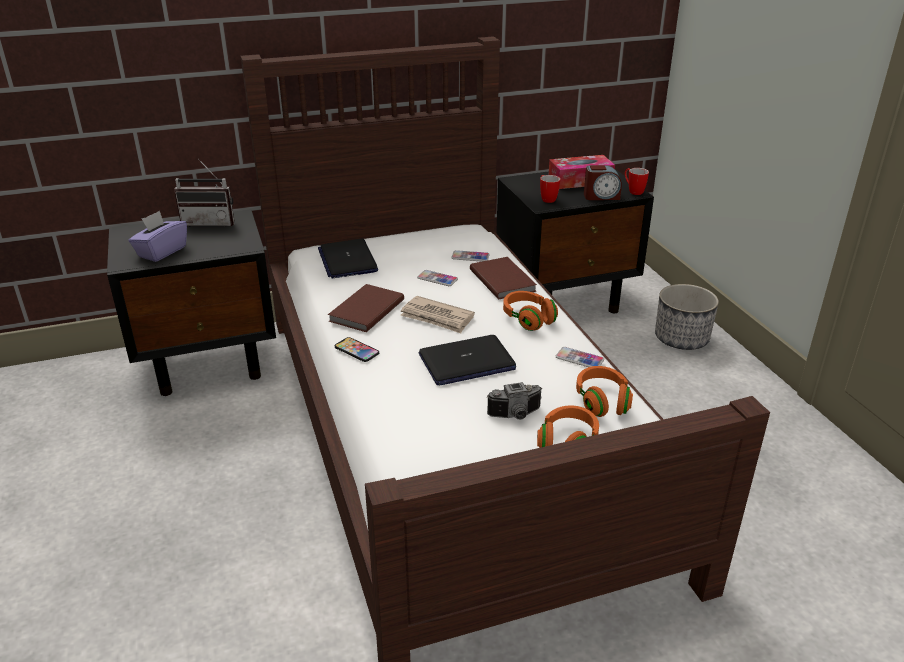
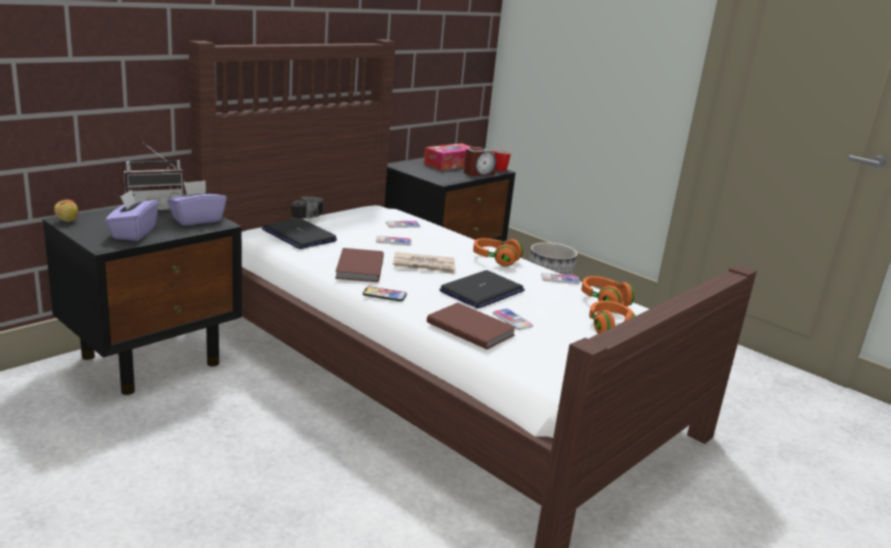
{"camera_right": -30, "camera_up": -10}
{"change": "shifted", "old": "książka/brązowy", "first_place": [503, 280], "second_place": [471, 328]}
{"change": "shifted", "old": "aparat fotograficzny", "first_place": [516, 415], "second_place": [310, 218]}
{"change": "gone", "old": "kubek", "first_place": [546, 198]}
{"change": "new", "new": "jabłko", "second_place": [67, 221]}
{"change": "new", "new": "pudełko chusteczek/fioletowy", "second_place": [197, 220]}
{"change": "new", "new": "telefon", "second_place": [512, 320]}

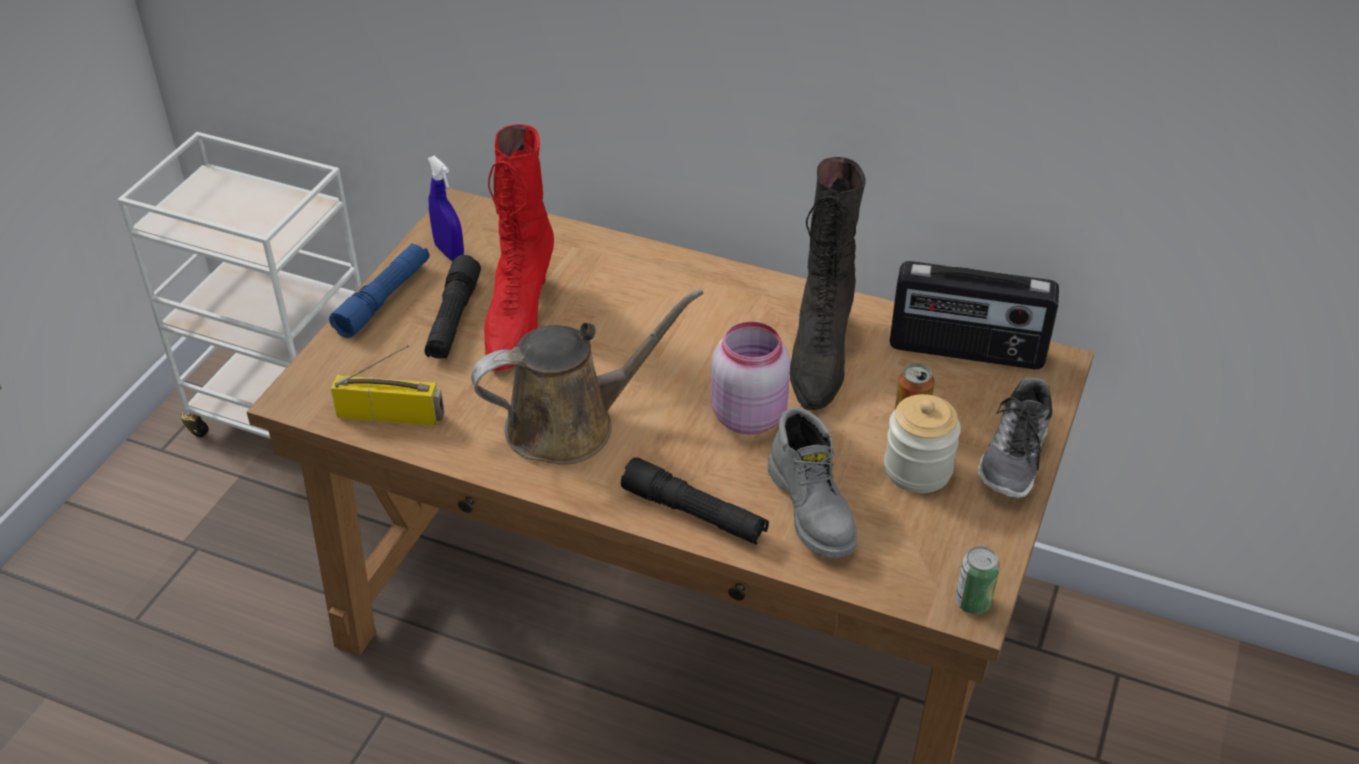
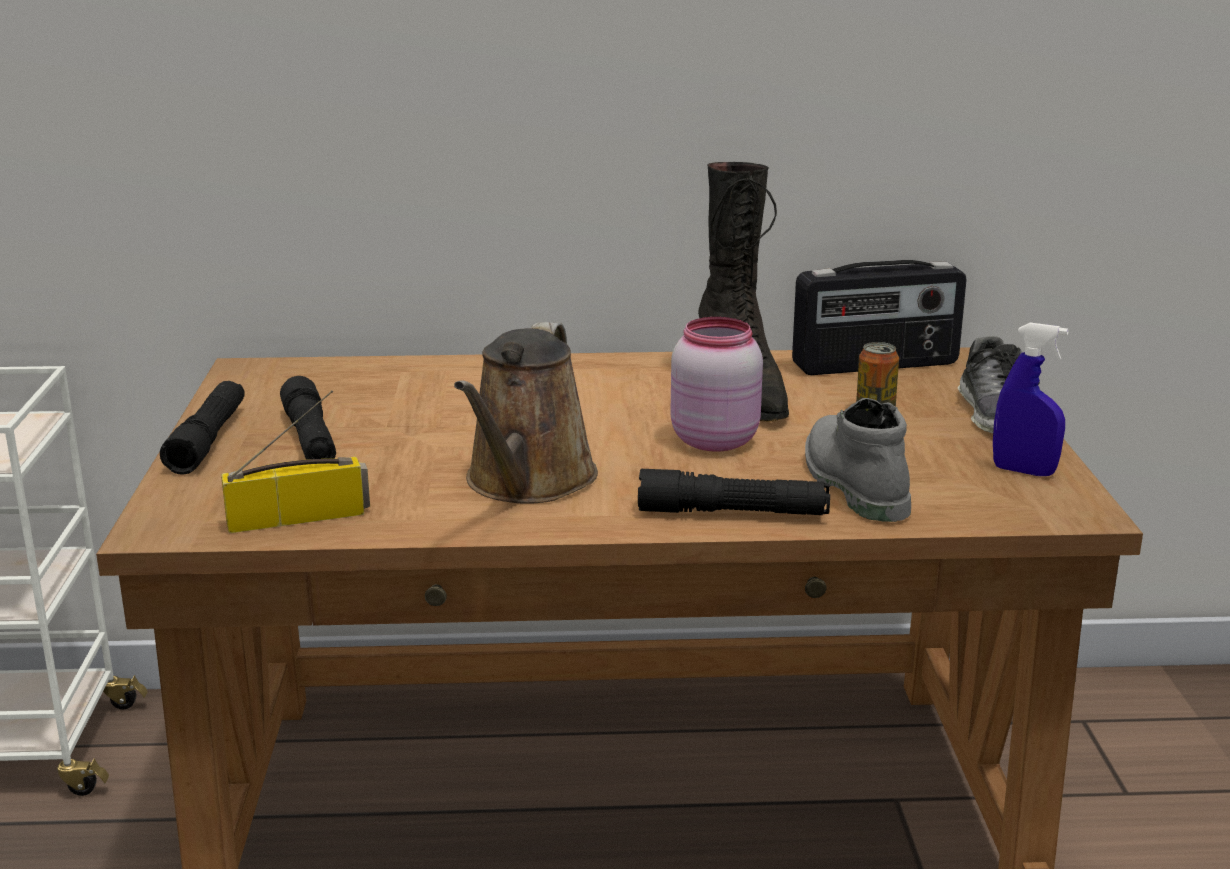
{"camera_right": -25, "camera_up": -20}
{"change": "repainted", "old": "latarka/niebieski", "new": "latarka/czarny", "first_place": [384, 299], "second_place": [208, 440]}
{"change": "shifted", "old": "spryskiwacz/niebieski", "first_place": [449, 252], "second_place": [1023, 471]}
{"change": "rotated", "old": "konewka/brązowy", "first_place": [571, 424], "second_place": [527, 482], "degrees": 150}
{"change": "gone", "old": "but z cholewką/czerwony", "first_place": [518, 320]}
{"change": "rotated", "old": "but z cholewką/szary", "first_place": [813, 508], "second_place": [852, 484], "degrees": -150}
{"change": "gone", "old": "słoik", "first_place": [917, 469]}
{"change": "gone", "old": "puszka", "first_place": [972, 602]}

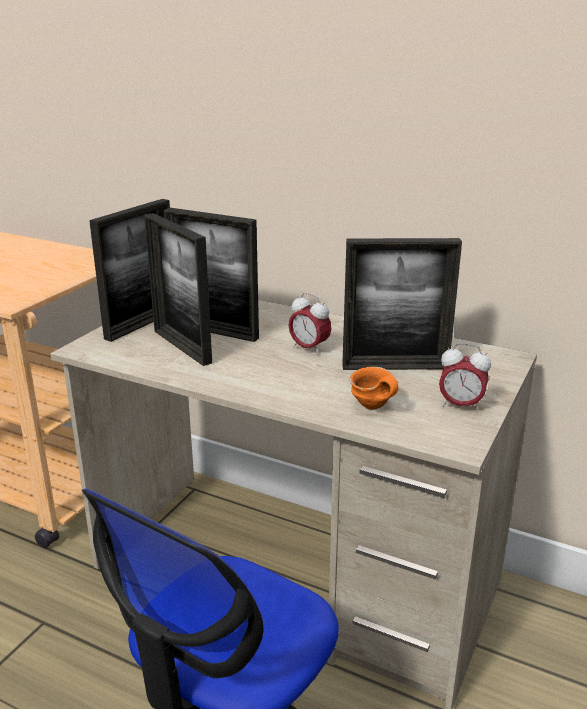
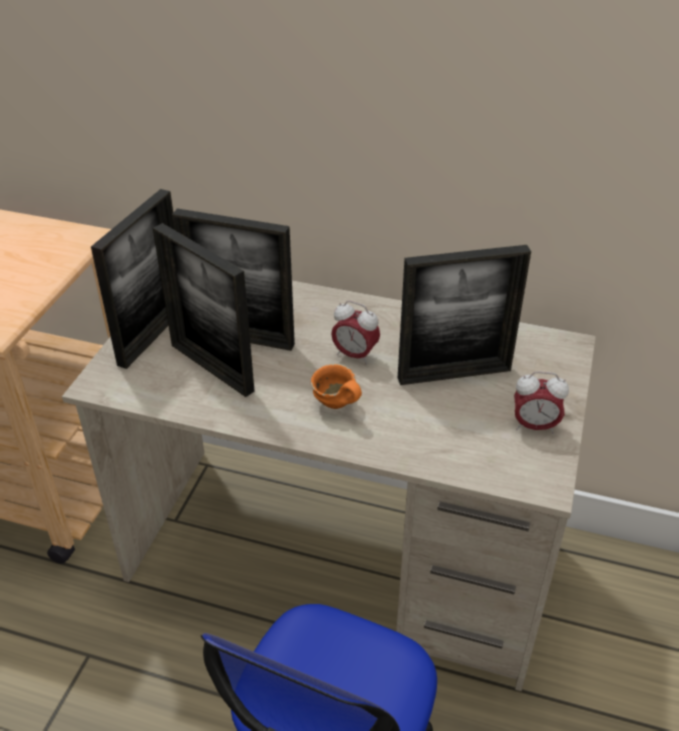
{"camera_right": -10, "camera_up": 15}
{"change": "shifted", "old": "kubek/pomarańczowy", "first_place": [371, 408], "second_place": [335, 407]}

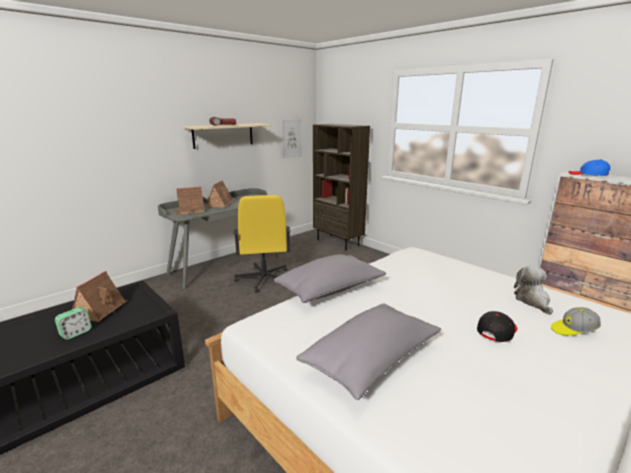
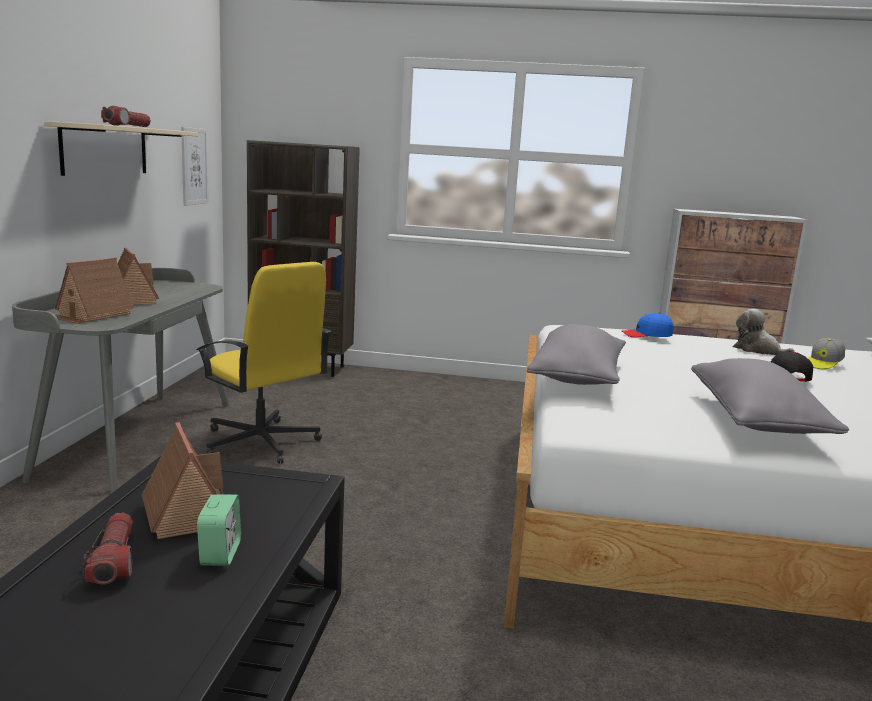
{"camera_right": -40, "camera_up": -5}
{"change": "shifted", "old": "czapka z daszkiem/niebieski", "first_place": [588, 174], "second_place": [647, 335]}
{"change": "new", "new": "latarka", "second_place": [113, 560]}

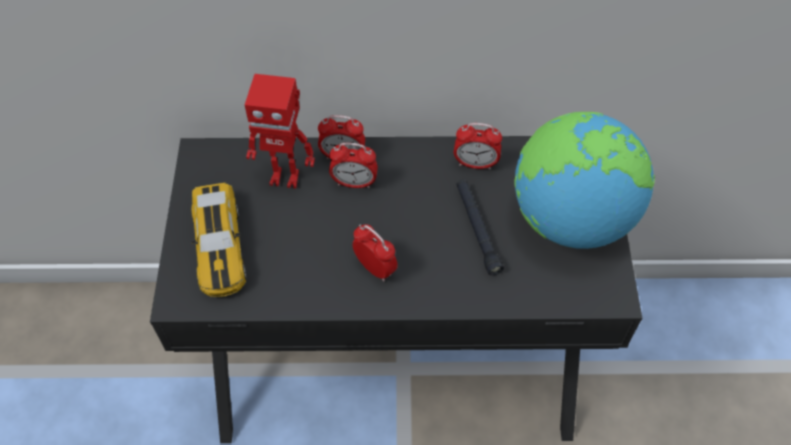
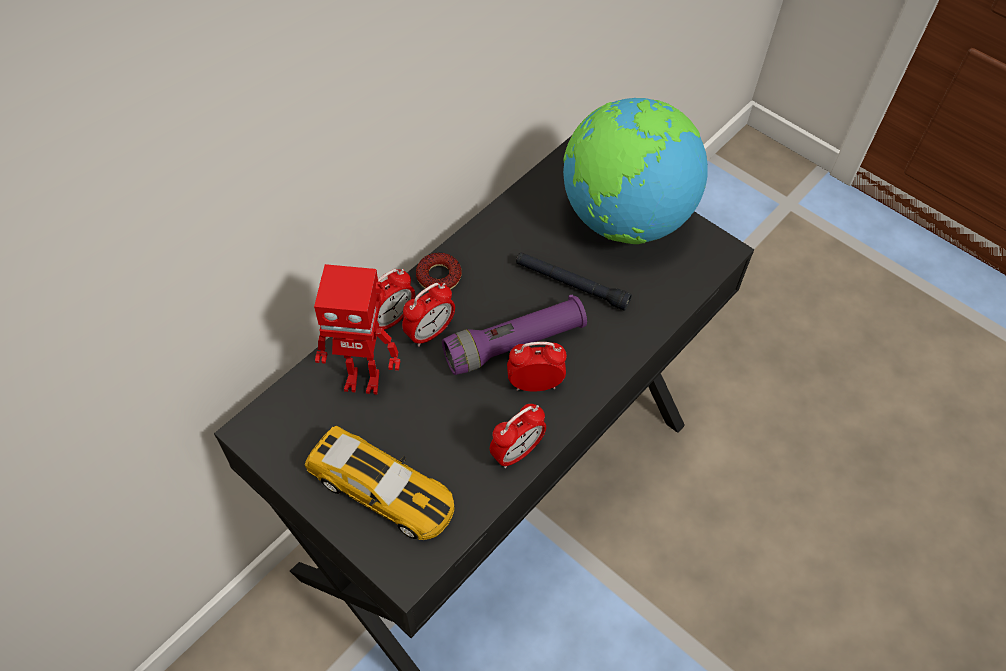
{"camera_right": -50, "camera_up": 0}
{"change": "rotated", "old": "robot zabawkowy", "first_place": [285, 177], "second_place": [363, 379], "degrees": 45}
{"change": "shifted", "old": "budzik", "first_place": [475, 164], "second_place": [516, 452]}
{"change": "new", "new": "donut", "second_place": [439, 276]}
{"change": "new", "new": "latarka/fioletowy", "second_place": [514, 344]}

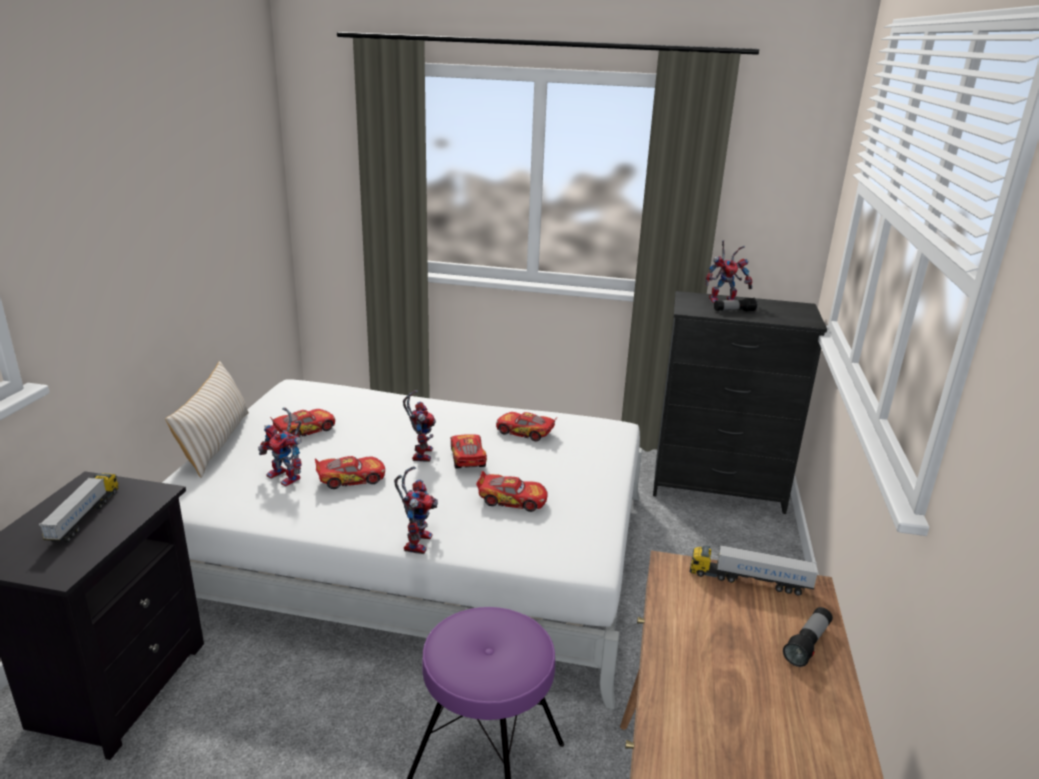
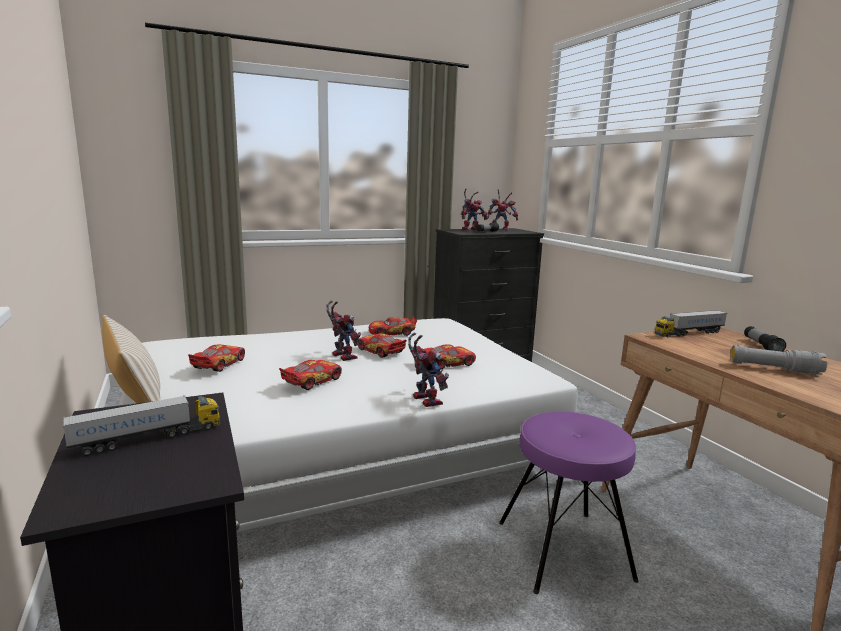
{"camera_right": -35, "camera_up": -10}
{"change": "rotated", "old": "ciężarówka zabawkowa", "first_place": [85, 517], "second_place": [148, 438], "degrees": 90}
{"change": "shifted", "old": "robot zabawkowy", "first_place": [288, 477], "second_place": [501, 229]}
{"change": "new", "new": "latarka/szary", "second_place": [774, 369]}

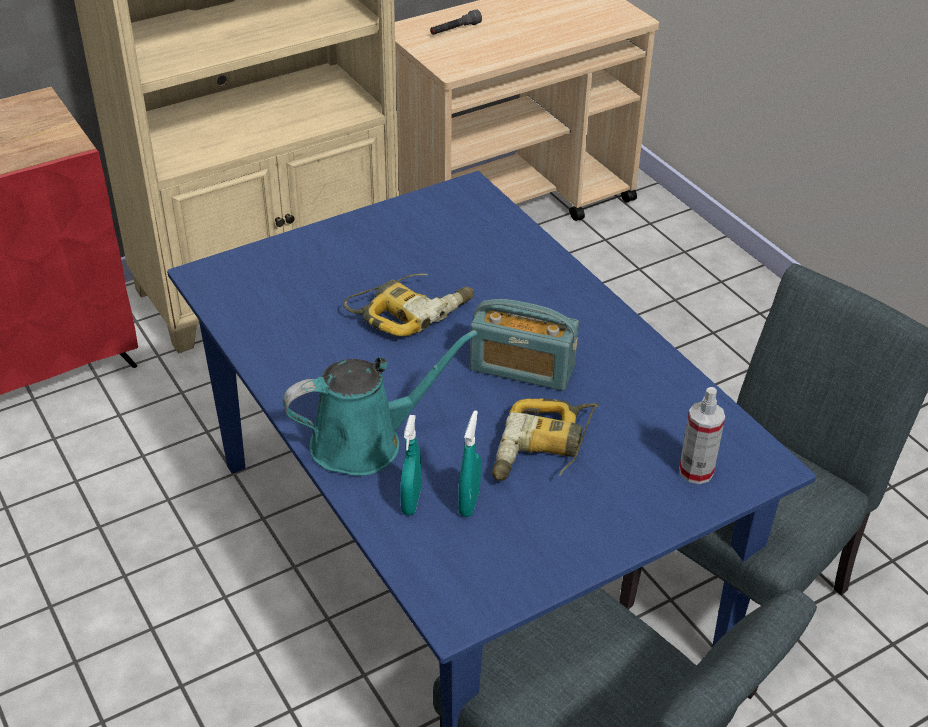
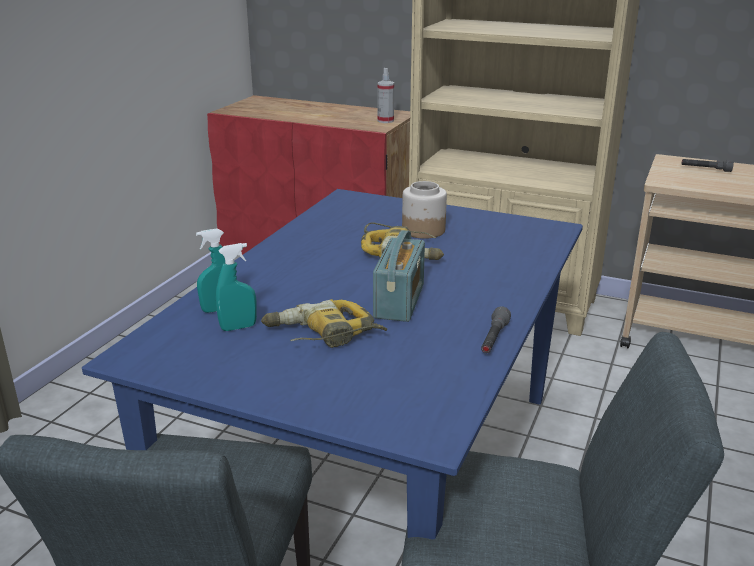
{"camera_right": 55, "camera_up": -15}
{"change": "gone", "old": "konewka/turkusowy", "first_place": [365, 442]}
{"change": "rotated", "old": "radio", "first_place": [522, 368], "second_place": [399, 301], "degrees": -150}
{"change": "shifted", "old": "spryskiwacz", "first_place": [696, 471], "second_place": [385, 121]}
{"change": "new", "new": "słoik", "second_place": [423, 230]}
{"change": "new", "new": "latarka/szary", "second_place": [493, 339]}

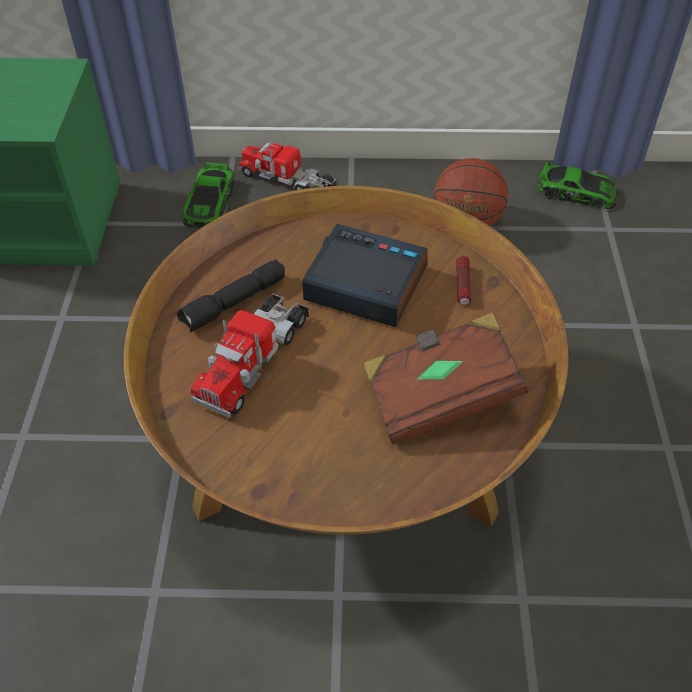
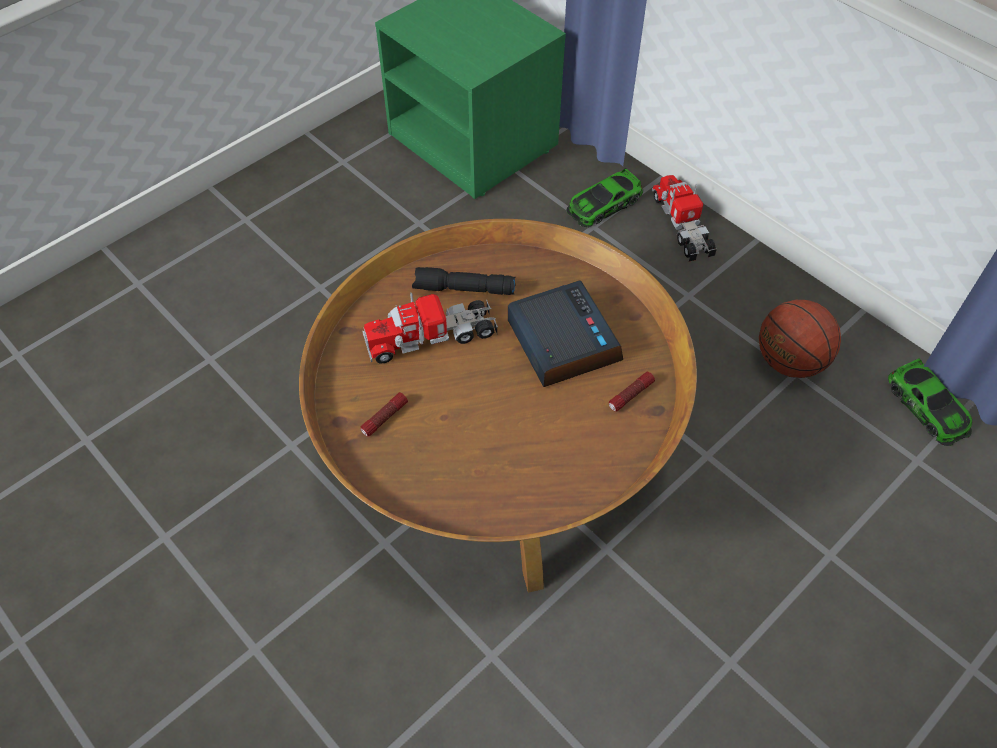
{"camera_right": 45, "camera_up": 5}
{"change": "gone", "old": "książka/brązowy", "first_place": [439, 395]}
{"change": "new", "new": "latarka", "second_place": [384, 418]}

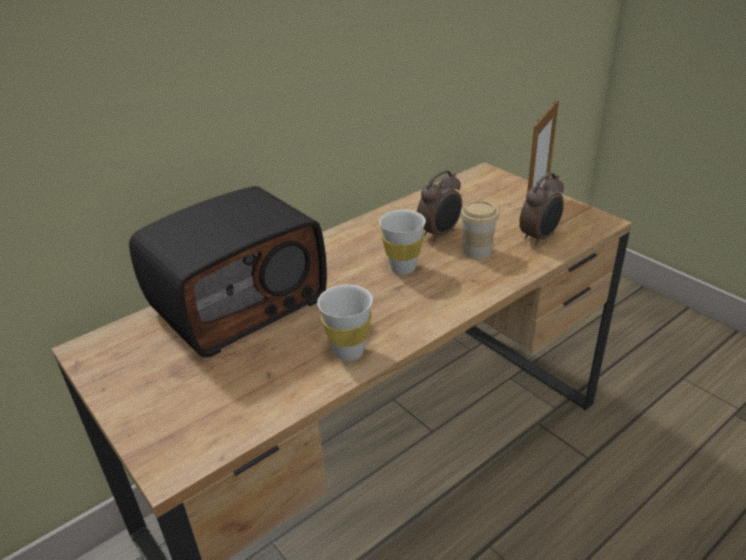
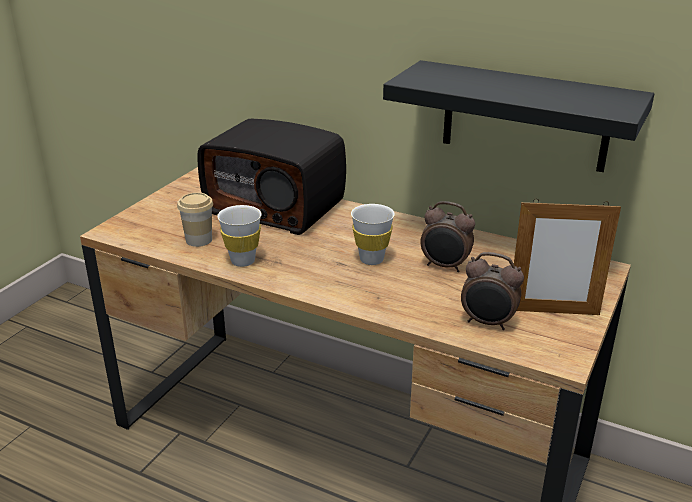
{"camera_right": 65, "camera_up": -5}
{"change": "shifted", "old": "filiżanka", "first_place": [477, 251], "second_place": [199, 240]}
{"change": "new", "new": "półka/czarny", "second_place": [525, 116]}

